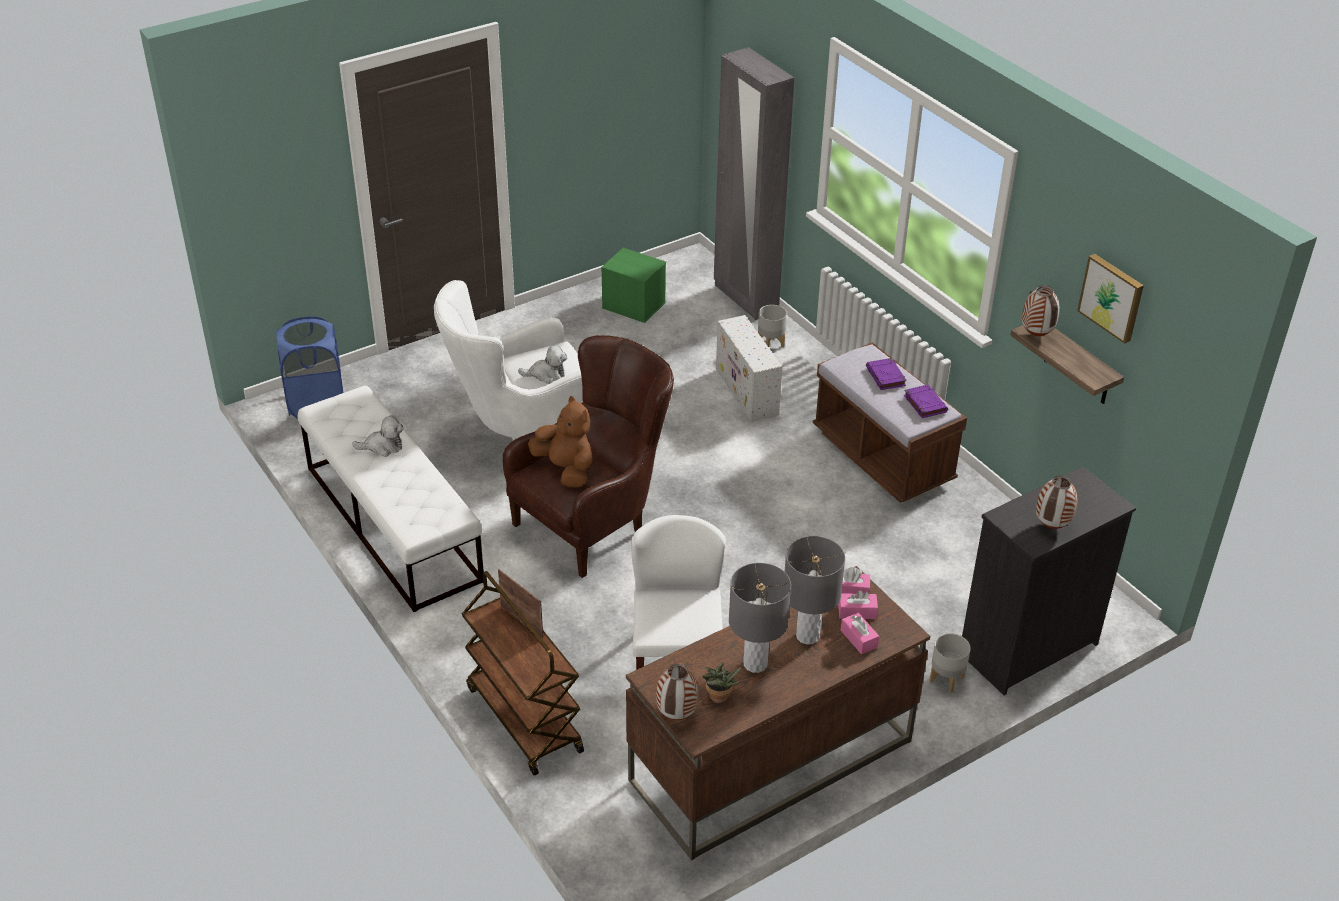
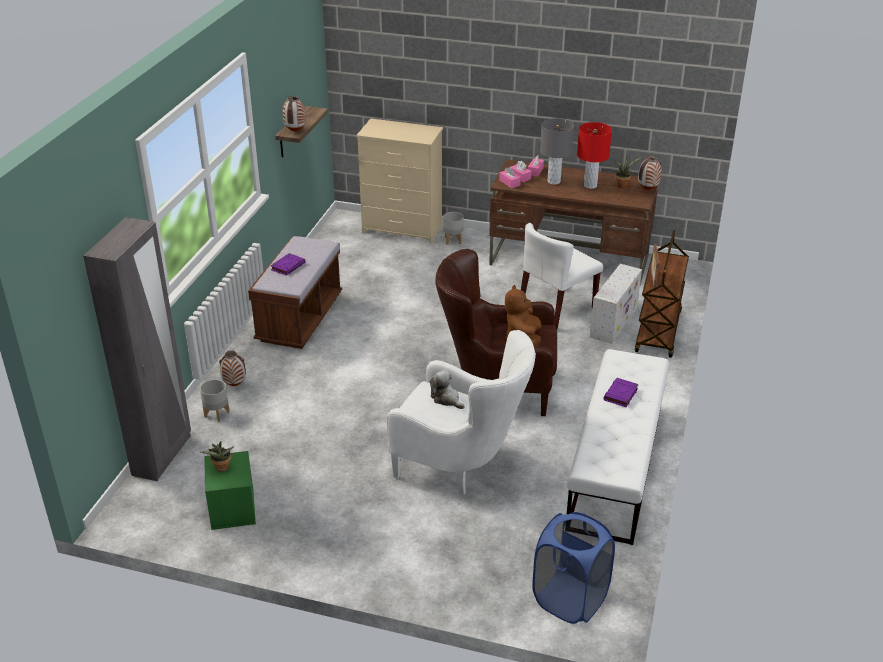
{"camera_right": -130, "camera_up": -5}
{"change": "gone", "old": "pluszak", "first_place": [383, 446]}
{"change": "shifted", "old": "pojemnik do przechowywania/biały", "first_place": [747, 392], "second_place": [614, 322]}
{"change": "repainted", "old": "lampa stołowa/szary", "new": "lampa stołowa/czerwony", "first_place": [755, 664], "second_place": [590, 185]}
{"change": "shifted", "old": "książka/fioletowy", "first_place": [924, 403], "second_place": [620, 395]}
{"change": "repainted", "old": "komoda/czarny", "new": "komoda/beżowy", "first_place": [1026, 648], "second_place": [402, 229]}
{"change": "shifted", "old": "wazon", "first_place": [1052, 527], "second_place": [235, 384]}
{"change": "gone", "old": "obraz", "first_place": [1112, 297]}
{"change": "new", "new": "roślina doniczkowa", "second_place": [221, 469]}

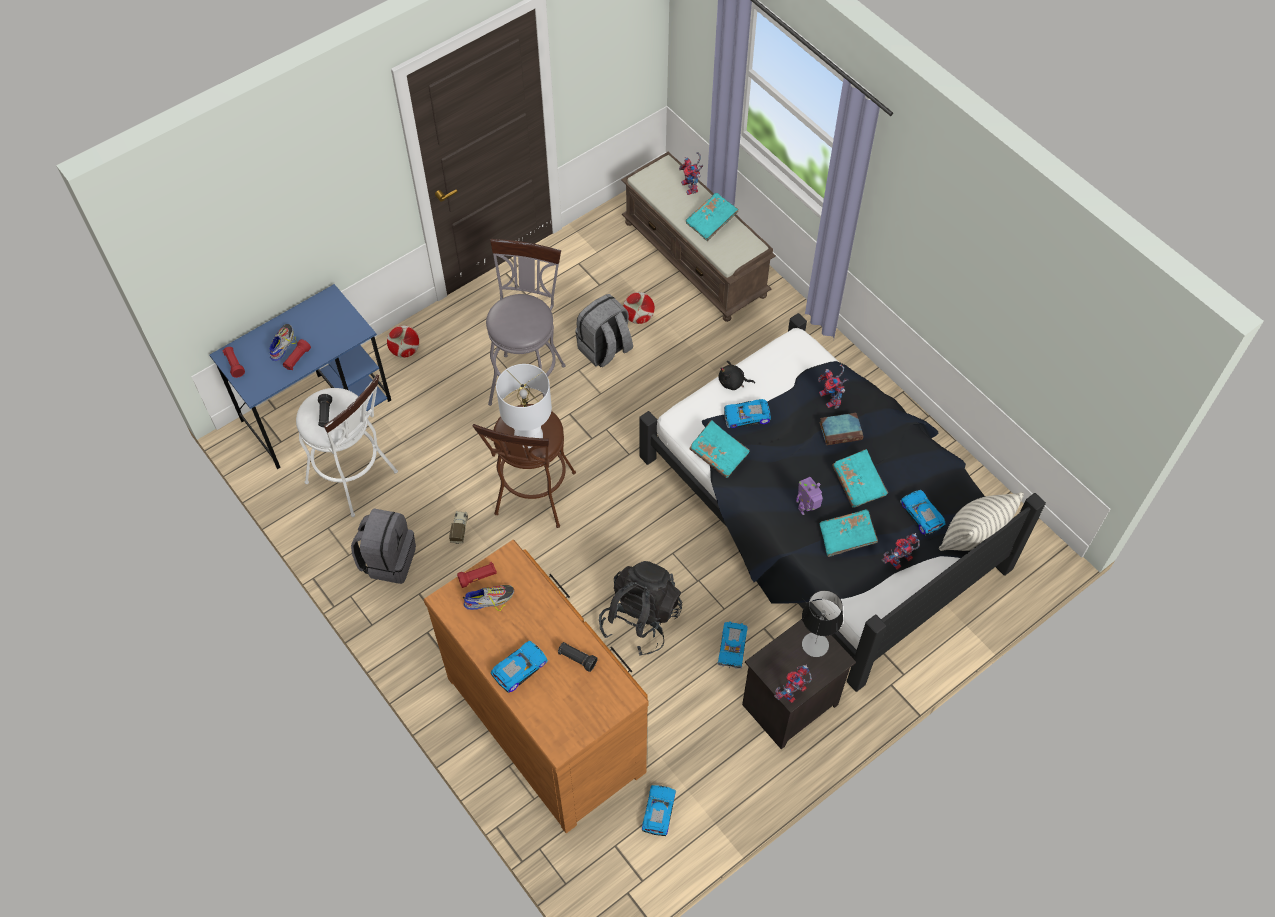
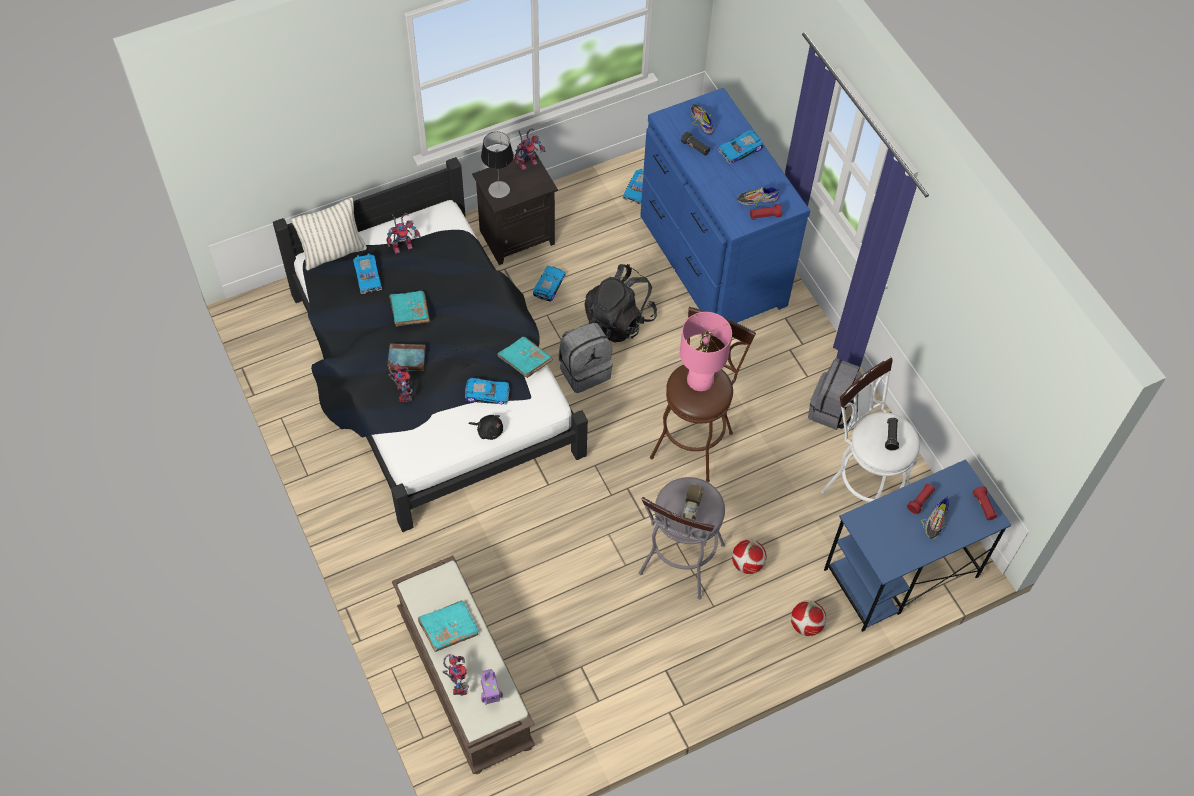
{"camera_right": -170, "camera_up": 0}
{"change": "repainted", "old": "komoda/brązowy", "new": "komoda/niebieski", "first_place": [548, 721], "second_place": [710, 261]}
{"change": "shifted", "old": "ciężarówka zabawkowa", "first_place": [459, 529], "second_place": [691, 508]}
{"change": "repainted", "old": "lampa stołowa/biały", "new": "lampa stołowa/różowy", "first_place": [529, 436], "second_place": [699, 379]}
{"change": "shifted", "old": "plecak/szary", "first_place": [605, 349], "second_place": [584, 370]}
{"change": "shifted", "old": "piłka futbolowa", "first_place": [639, 317], "second_place": [747, 564]}
{"change": "shifted", "old": "robot zabawkowy", "first_place": [807, 509], "second_place": [491, 697]}
{"change": "gone", "old": "książka/turkusowy", "first_place": [847, 537]}
{"change": "new", "new": "but", "second_place": [702, 121]}

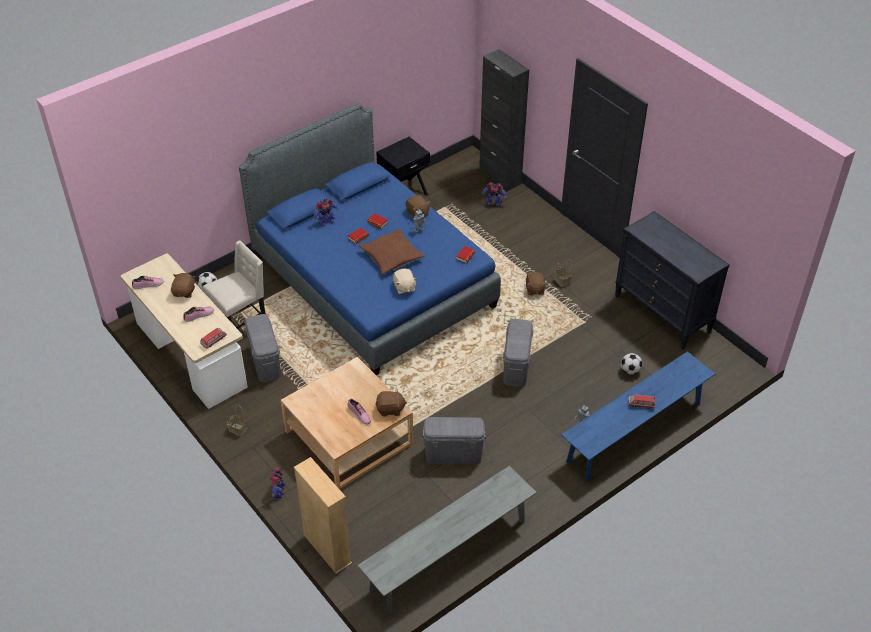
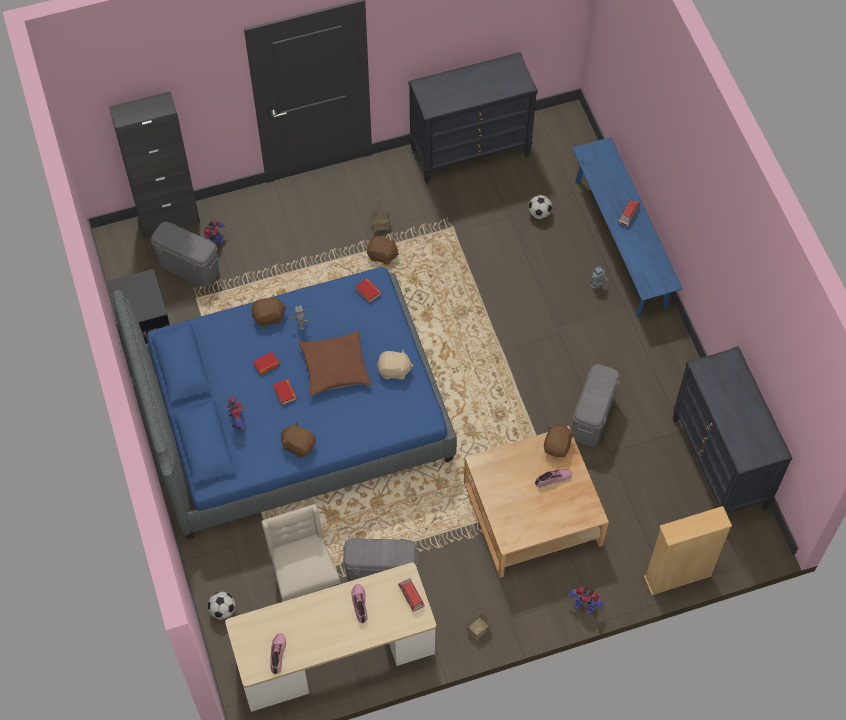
{"camera_right": -70, "camera_up": 15}
{"change": "shifted", "old": "pluszak/brązowy", "first_place": [184, 292], "second_place": [299, 445]}
{"change": "swapped", "old": "ławka/szary", "new": "komoda/czarny", "first_place": [449, 554], "second_place": [719, 463]}
{"change": "shifted", "old": "pojemnik do przechowywania/szary", "first_place": [516, 366], "second_place": [189, 267]}

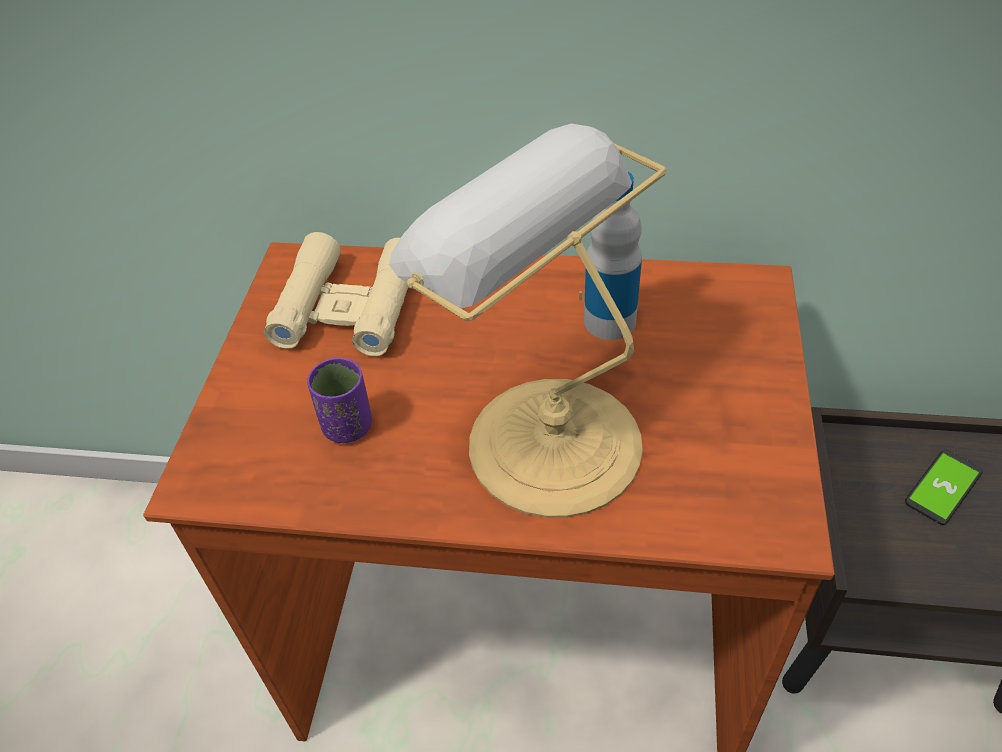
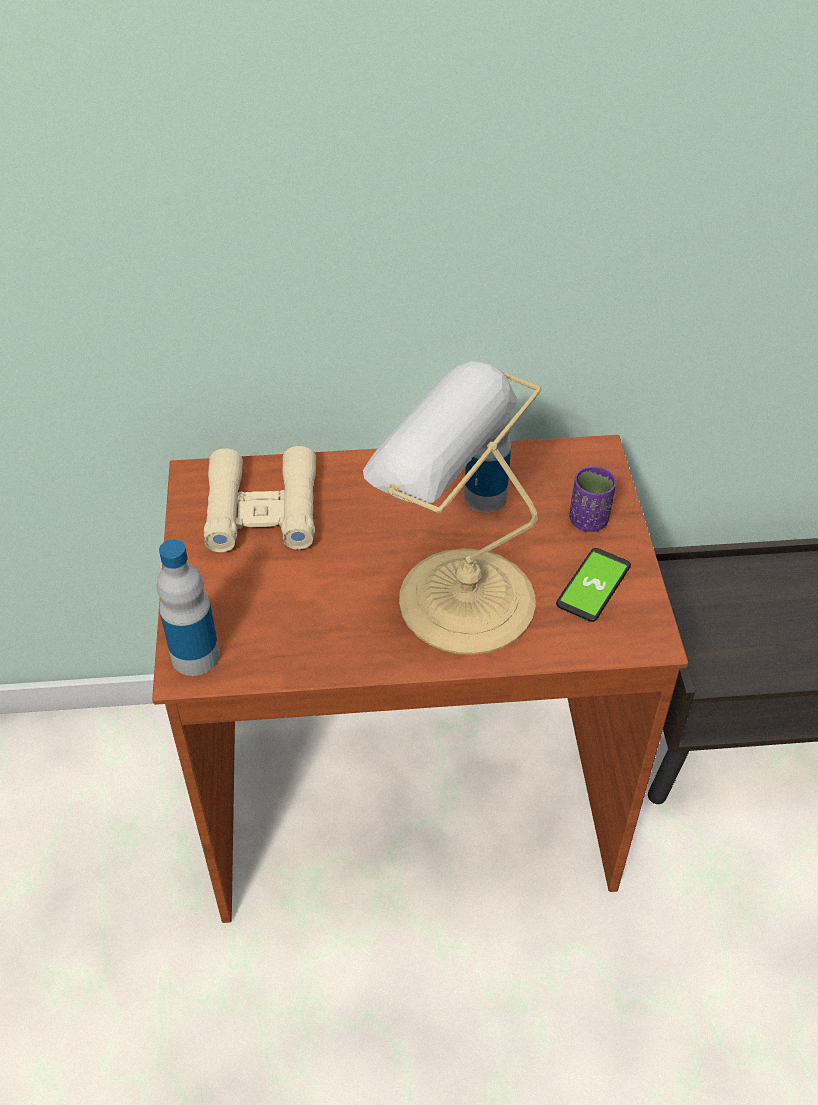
{"camera_right": -15, "camera_up": 0}
{"change": "shifted", "old": "filiżanka/fioletowy", "first_place": [348, 427], "second_place": [588, 521]}
{"change": "shifted", "old": "telefon", "first_place": [942, 487], "second_place": [593, 585]}
{"change": "new", "new": "butelka", "second_place": [195, 656]}

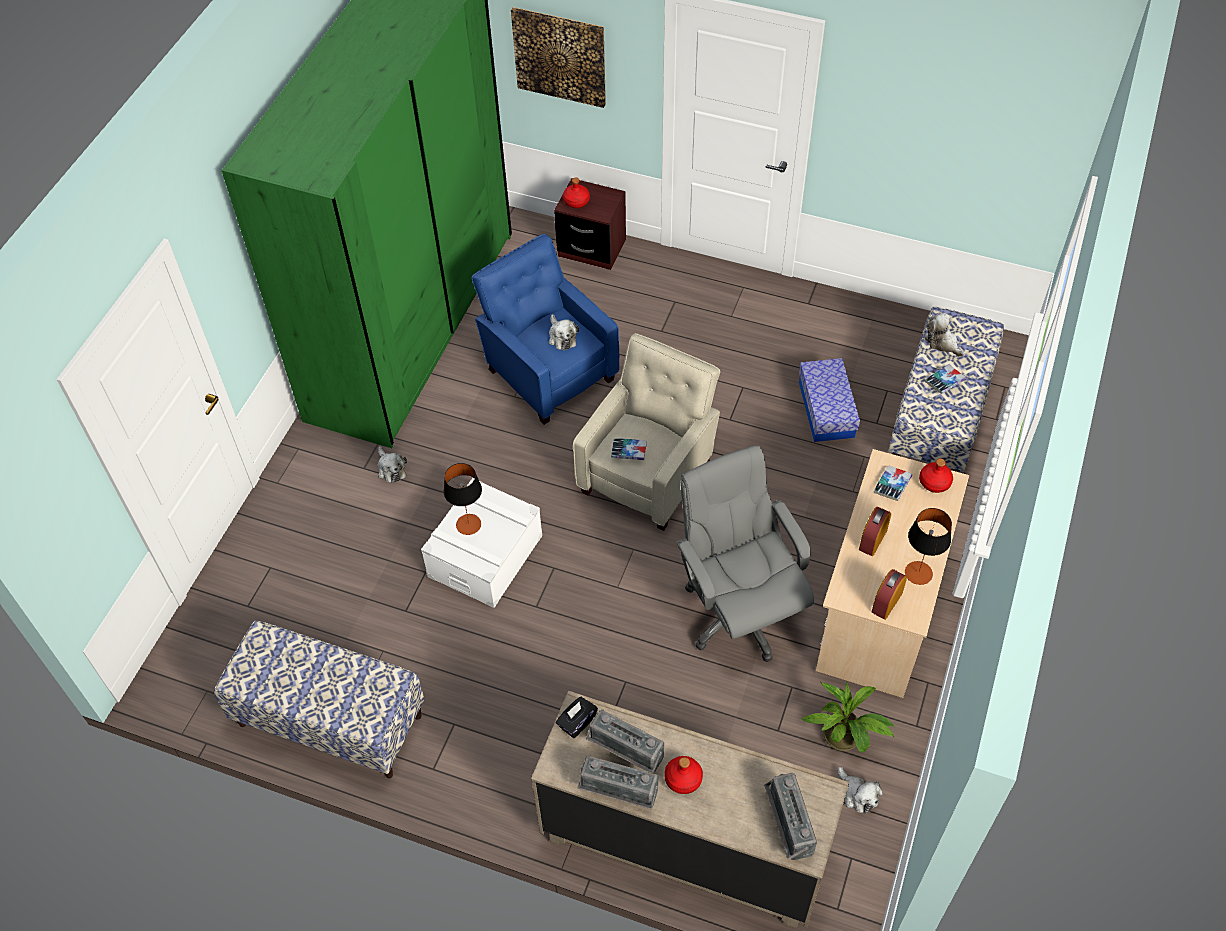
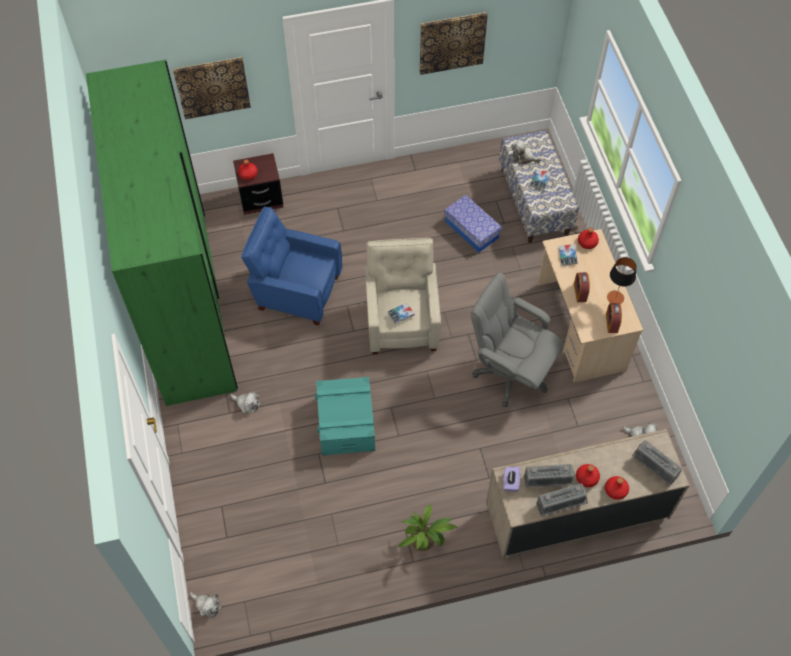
{"camera_right": -35, "camera_up": 5}
{"change": "gone", "old": "ławka", "first_place": [330, 720]}
{"change": "repainted", "old": "pojemnik do przechowywania/biały", "new": "pojemnik do przechowywania/turkusowy", "first_place": [485, 556], "second_place": [346, 423]}
{"change": "gone", "old": "lampa stołowa", "first_place": [468, 524]}
{"change": "shifted", "old": "pluszak", "first_place": [561, 337], "second_place": [207, 605]}
{"change": "repainted", "old": "pudełko chusteczek/czarny", "new": "pudełko chusteczek/fioletowy", "first_place": [577, 722], "second_place": [510, 482]}
{"change": "shifted", "old": "roślina doniczkowa", "first_place": [845, 739], "second_place": [425, 541]}
{"change": "new", "new": "obraz", "second_place": [452, 42]}
{"change": "new", "new": "butelka/czerwony", "second_place": [615, 490]}

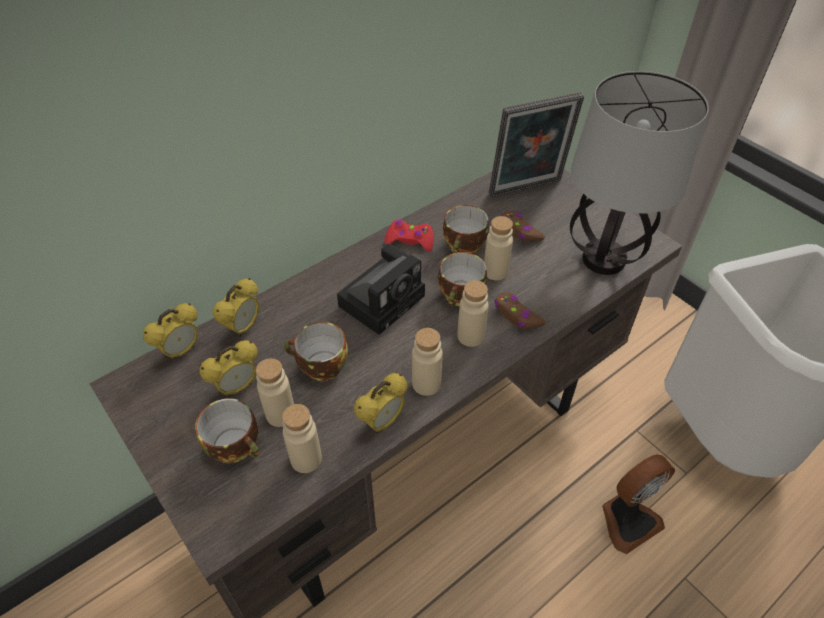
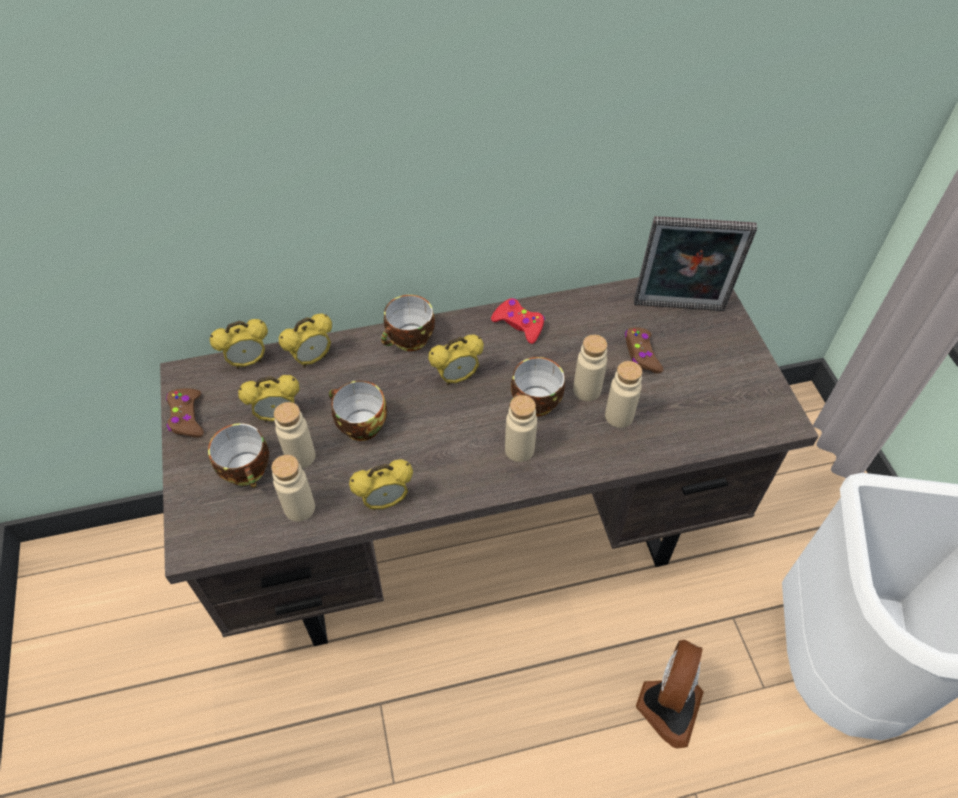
{"camera_right": 25, "camera_up": 5}
{"change": "swapped", "old": "aparat fotograficzny", "new": "budzik", "first_place": [383, 298], "second_place": [457, 378]}
{"change": "shifted", "old": "butelka/beżowy", "first_place": [426, 384], "second_place": [619, 416]}
{"change": "shifted", "old": "filiżanka", "first_place": [464, 247], "second_place": [409, 340]}
{"change": "shifted", "old": "pad do gier/brązowy", "first_place": [517, 316], "second_place": [187, 417]}
{"change": "gone", "old": "lampa stołowa", "first_place": [603, 260]}
{"change": "rotated", "old": "wentylator", "first_place": [627, 520], "second_place": [667, 706], "degrees": -60}

